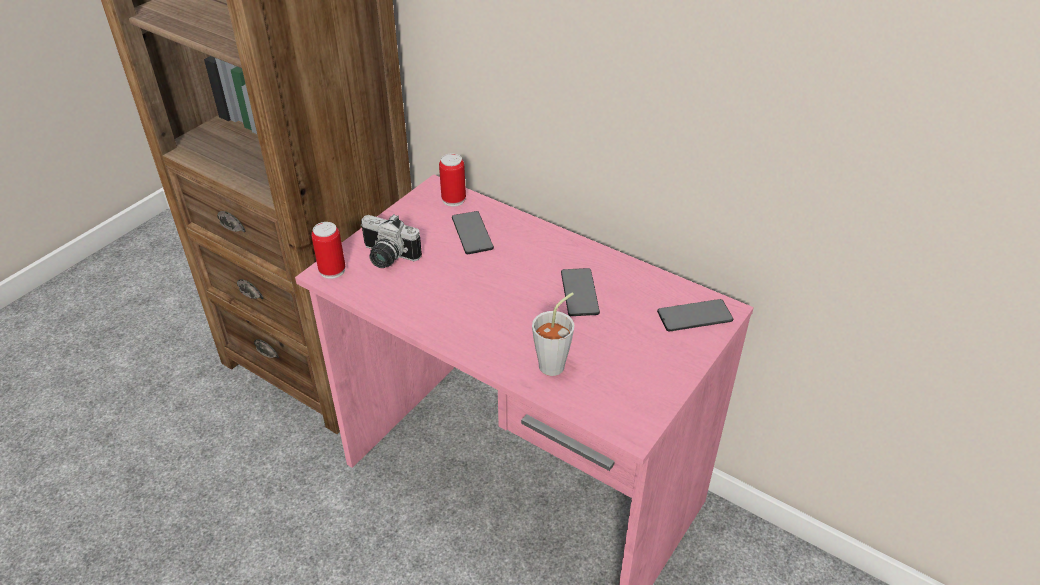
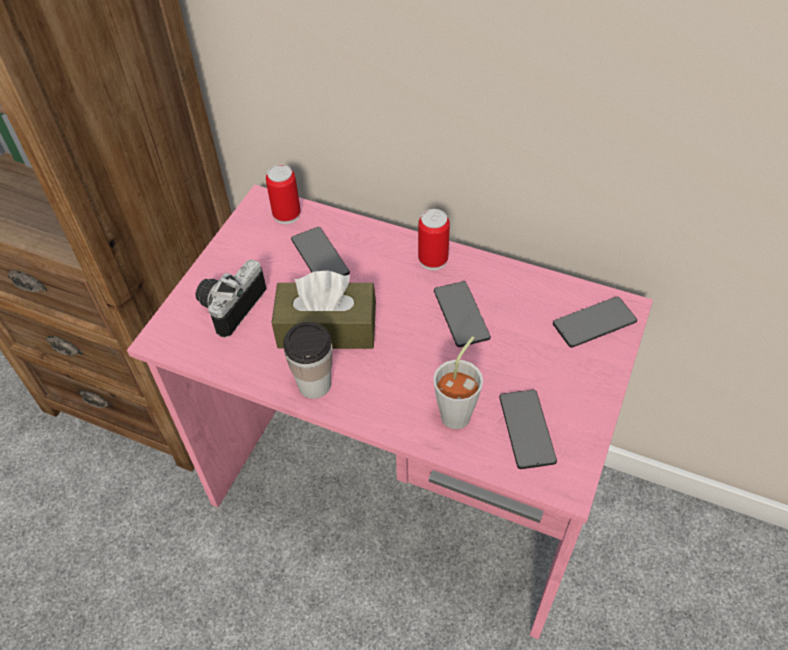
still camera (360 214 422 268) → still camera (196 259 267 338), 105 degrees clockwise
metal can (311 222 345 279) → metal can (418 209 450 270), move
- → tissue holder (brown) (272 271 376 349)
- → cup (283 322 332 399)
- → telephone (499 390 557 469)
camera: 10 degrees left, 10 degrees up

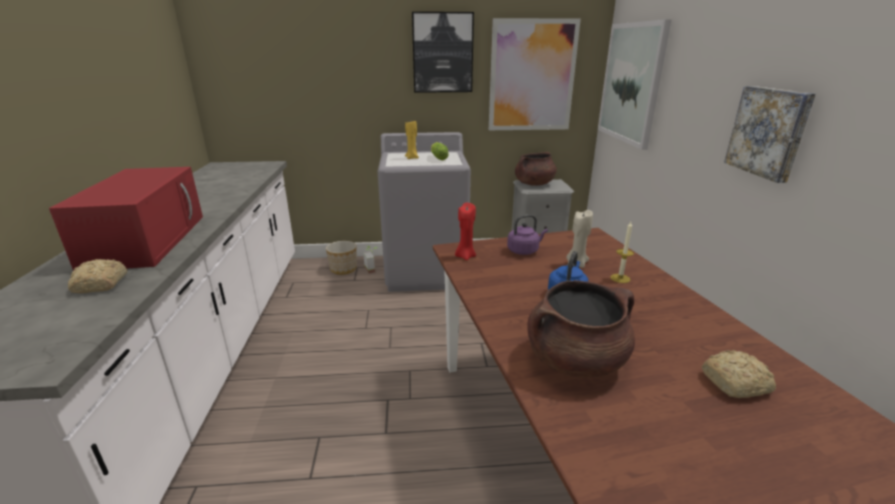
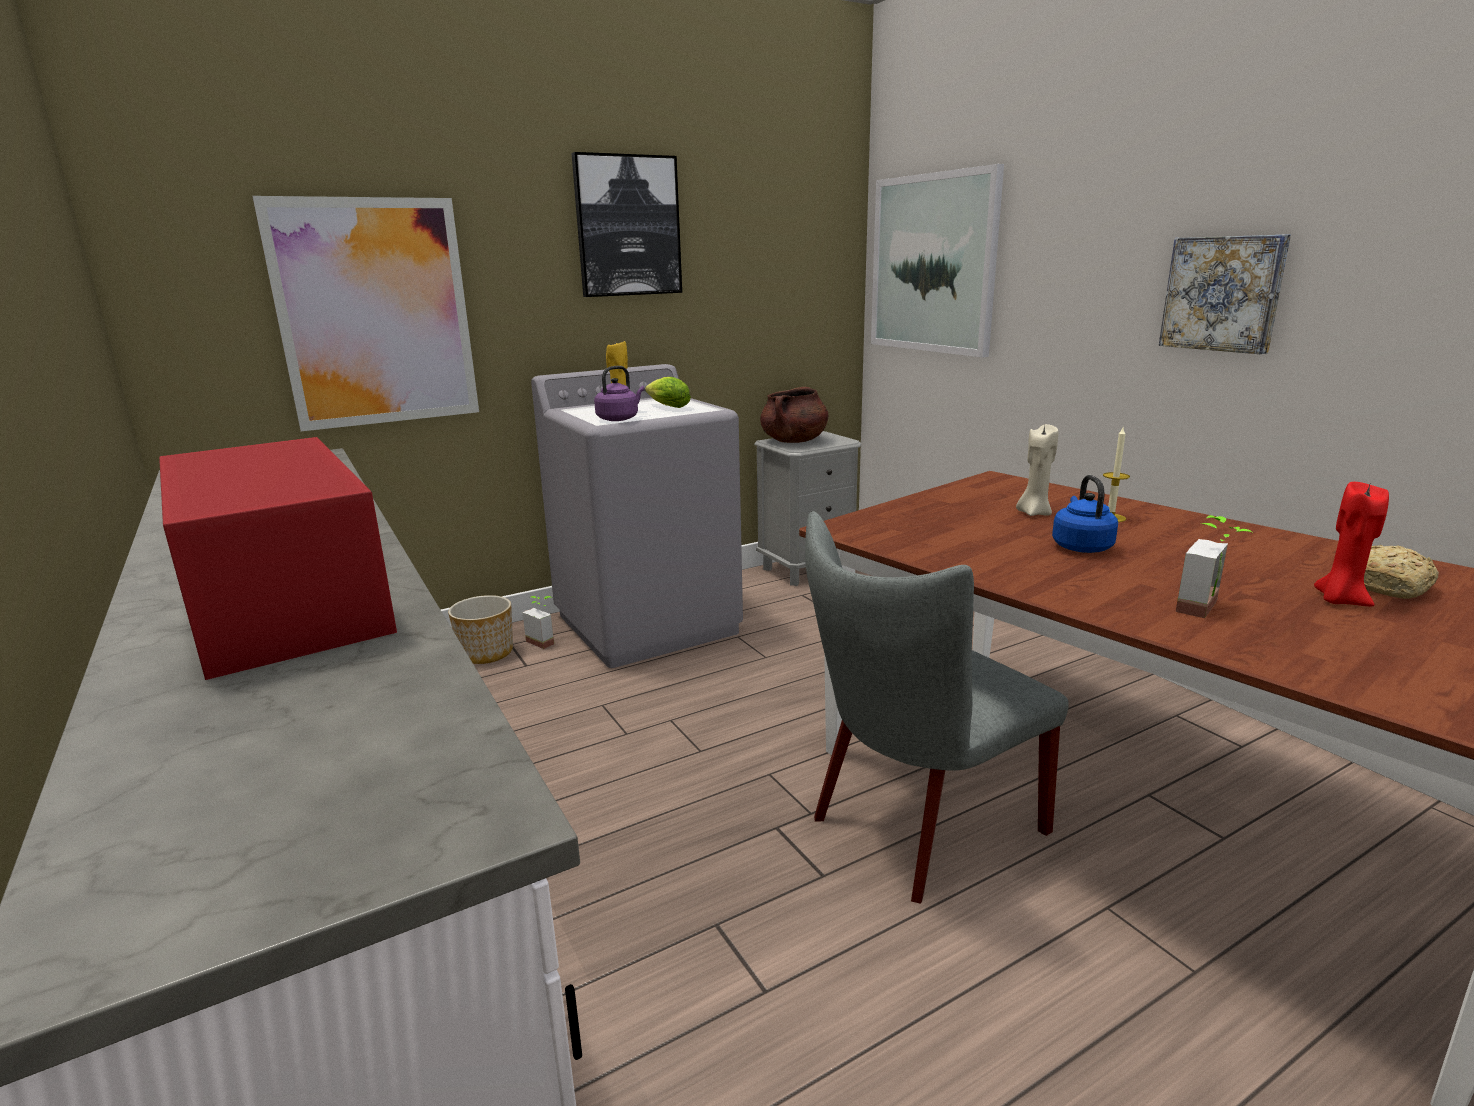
wall picture (489 18 581 130) → wall picture (252 196 479 431), move
wax light (reddish) (455 203 476 260) → wax light (reddish) (1314 482 1389 606), move
water kettle (purple) (507 215 548 255) → water kettle (purple) (594 366 645 421), move
bakery bread (68 259 127 293) → -
stockpot (brown) (527 280 635 378) → potted plant (1176 515 1252 618)
- → chair (greyish) (805 511 1069 904)
camera: 25 degrees left, 5 degrees down

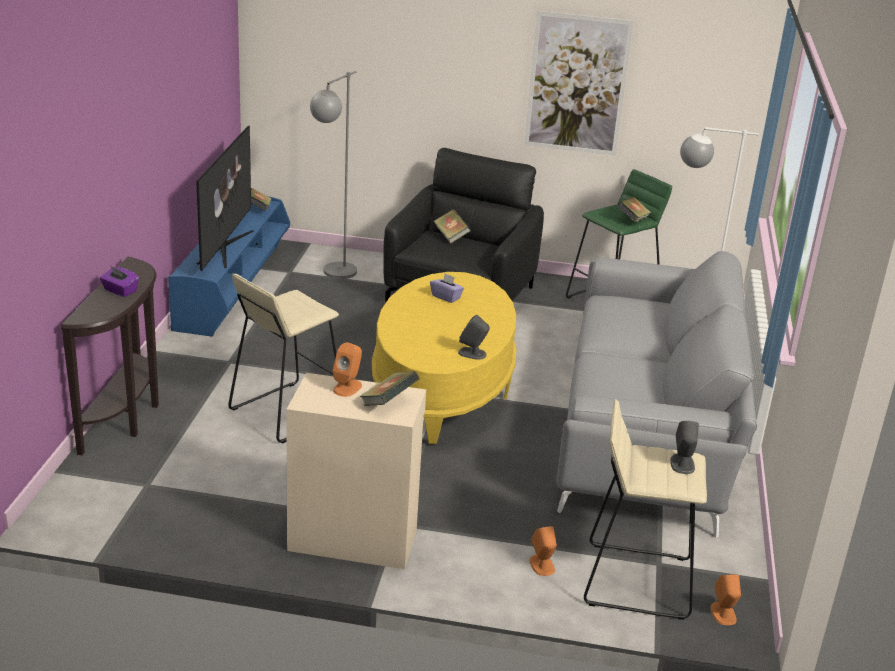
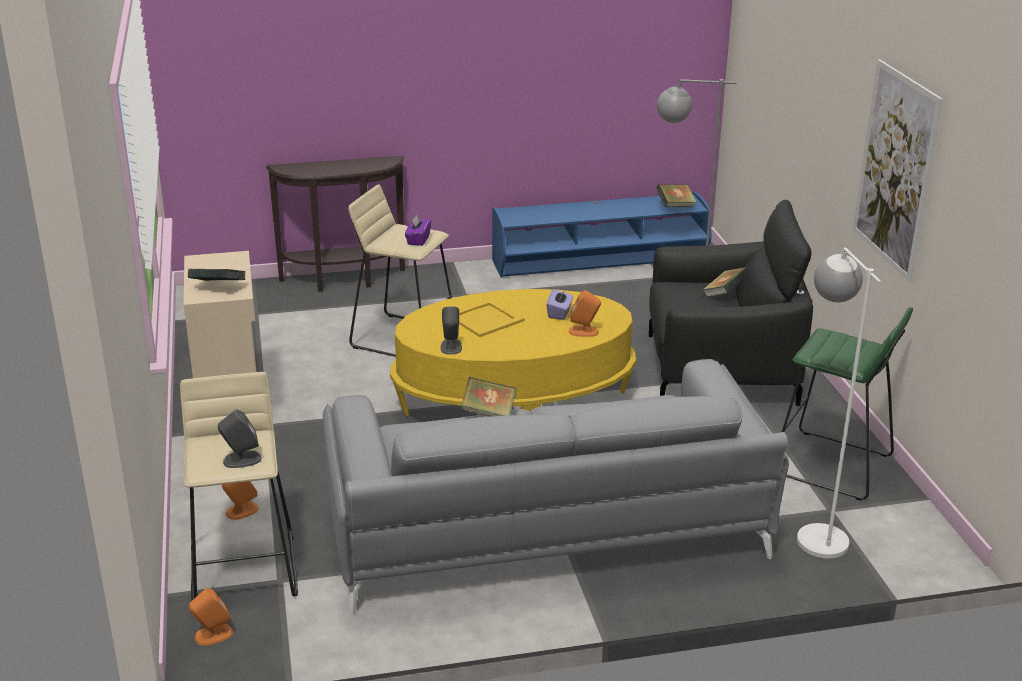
TV (196 126 254 271) → -
volume (617 197 651 222) → volume (461 377 517 417), move
tissue holder (purple) (100 266 139 297) → tissue holder (purple) (405 215 431 246), move
audio speaker (orangey) (333 343 362 397) → audio speaker (orangey) (569 290 601 337), move
- → tray (yellow-coloured) (459 298 524 337)
camera: 70 degrees right, 0 degrees up

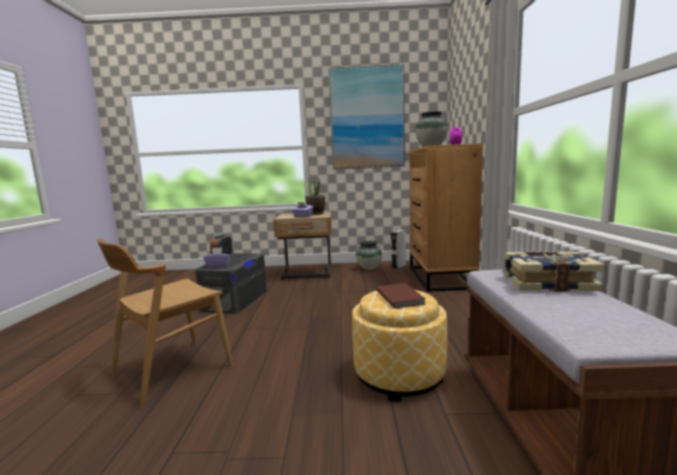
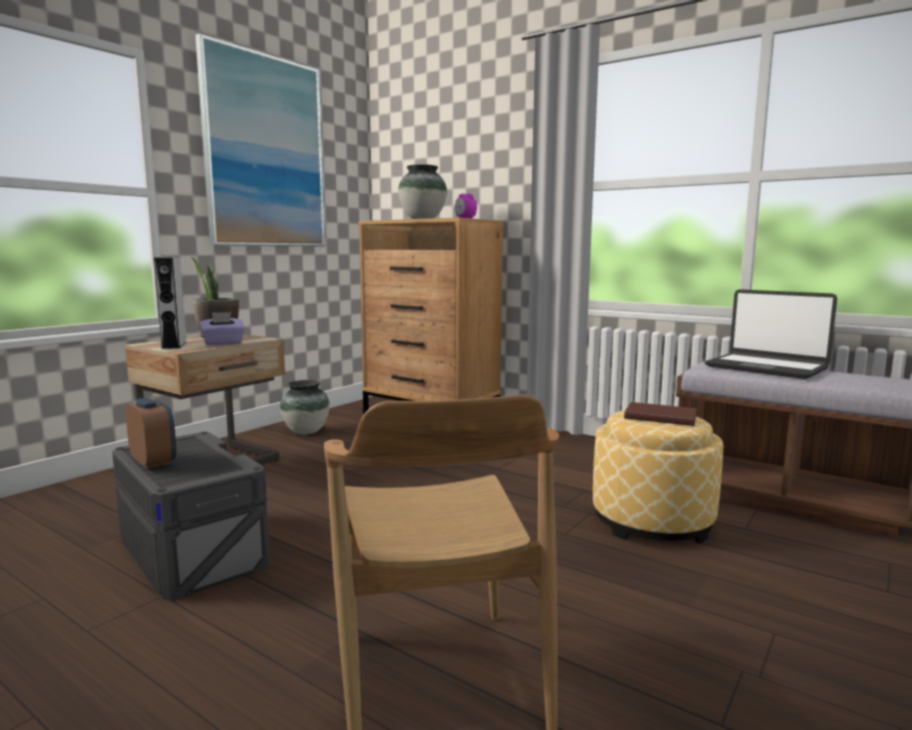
audio speaker (greyish) (391 230 406 269) → audio speaker (greyish) (154 257 186 349), move
tissue holder (purple) (203 247 231 268) → -
volume (503 251 605 292) → notebook computer (705 289 837 379)
camera: 55 degrees left, 0 degrees up

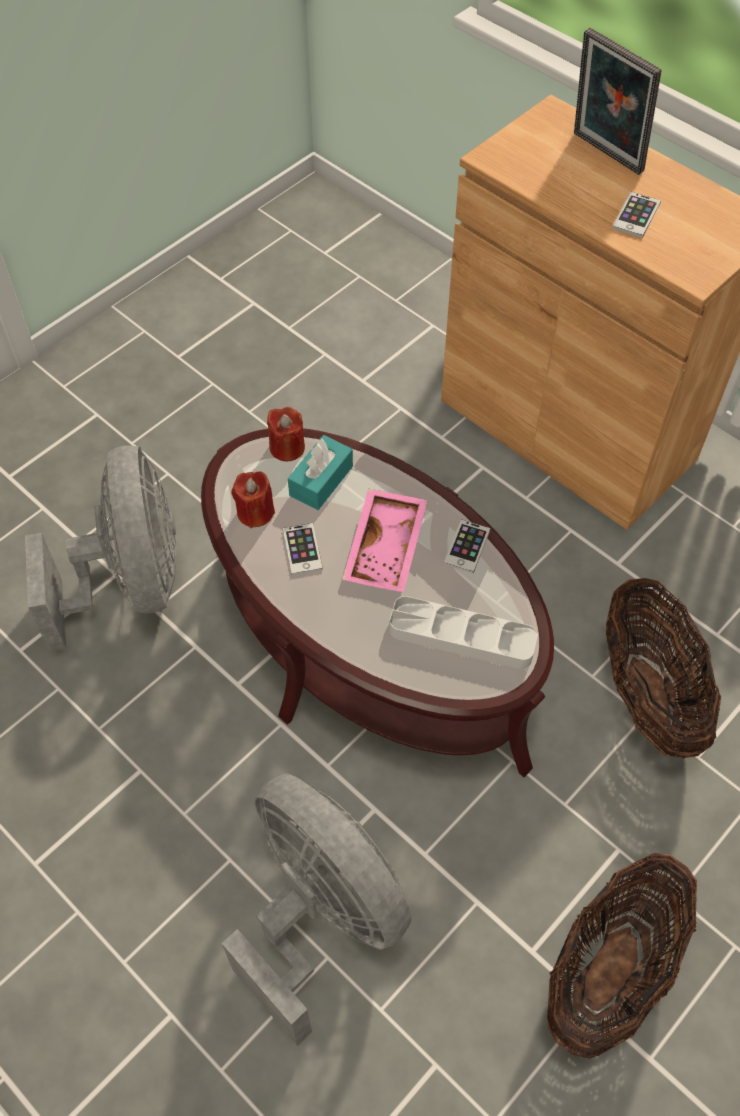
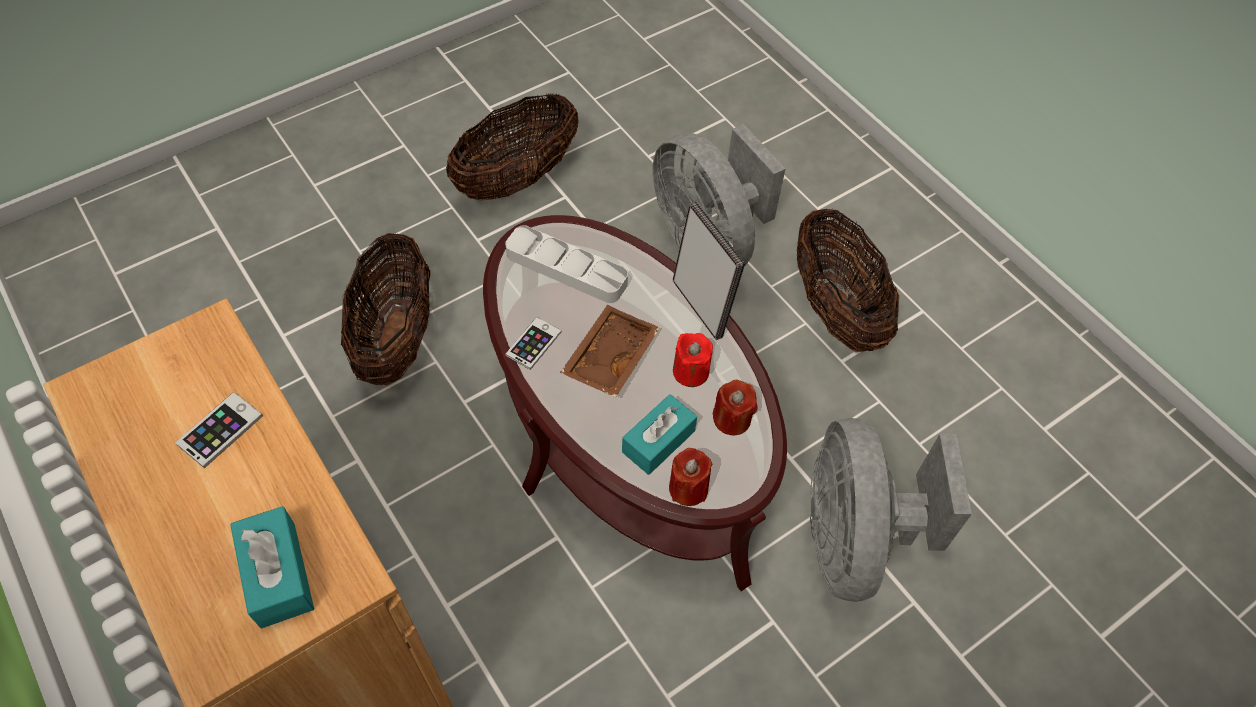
photo frame (574 28 661 175) → photo frame (673 202 745 340), move
tray (pink) (342 488 428 592) → tray (brown) (560 305 660 397)
telephone (283 523 323 575) → wax light (reddish) (673 333 713 387)
- → basket (797 209 899 353)
- → tissue holder (blue-green) (230 506 314 629)
camera: 170 degrees left, 0 degrees up

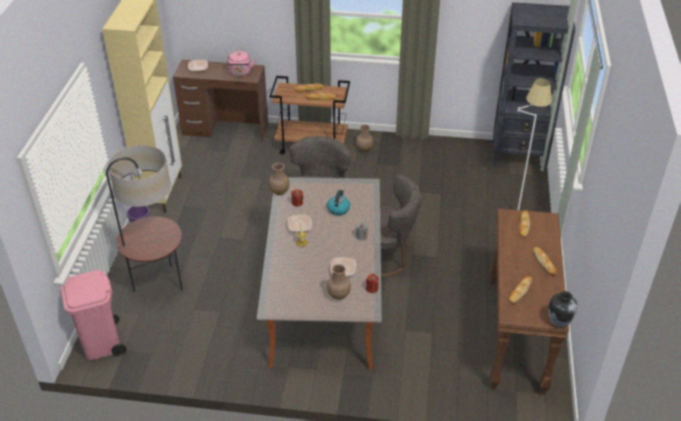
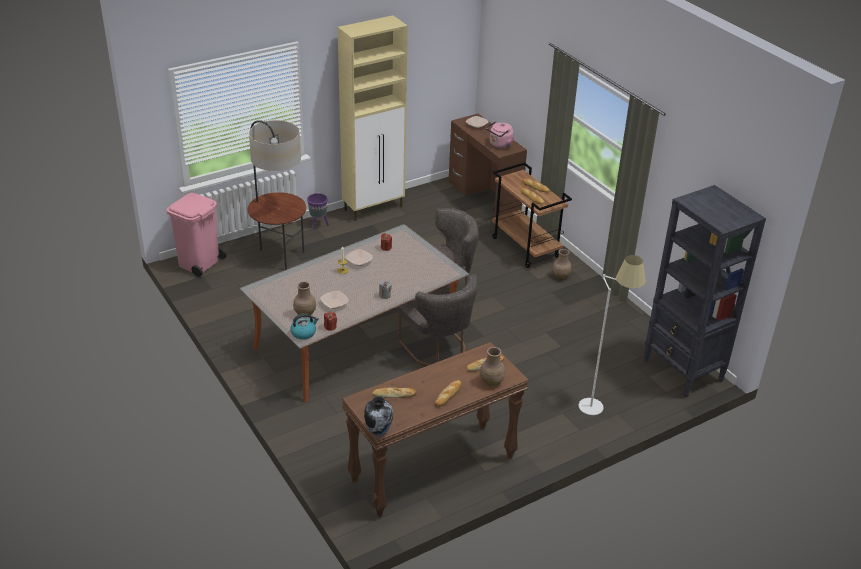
decorative vase (brown) (269 163 290 195) → decorative vase (brown) (480 347 505 386), move
water kettle (327 190 350 215) → water kettle (290 313 319 340), move
camera: 50 degrees right, 5 degrees down

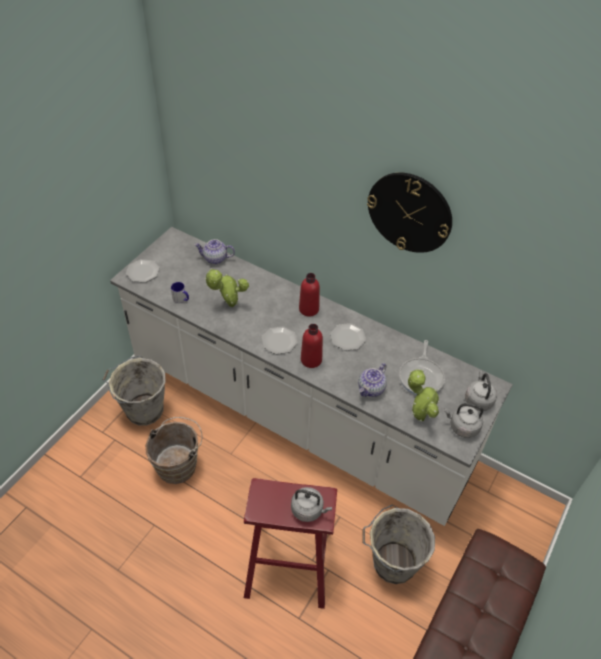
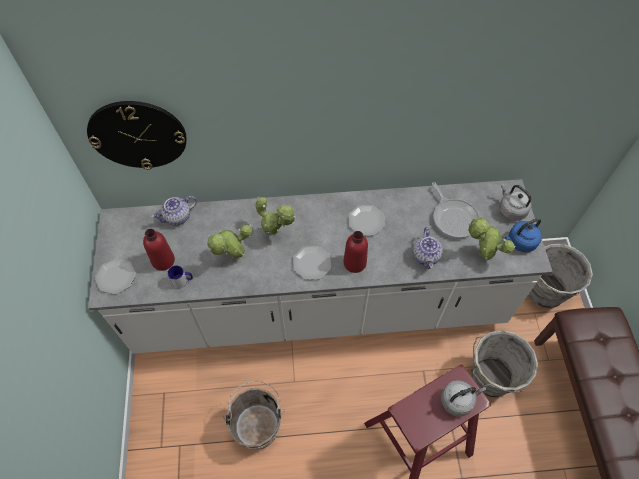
clock on the wall (367 173 452 253) → clock on the wall (87 101 186 170), move
bottle (reddish) (299 273 320 316) → bottle (reddish) (143 229 175 271), move
bucket (greyish) (102 355 166 426) → bucket (greyish) (528 244 593 309), move
water kettle (greyish) (444 403 483 438) → water kettle (bluish) (505 218 542 252)
- → potted plant (255 197 296 236)
camera: 35 degrees left, 10 degrees up

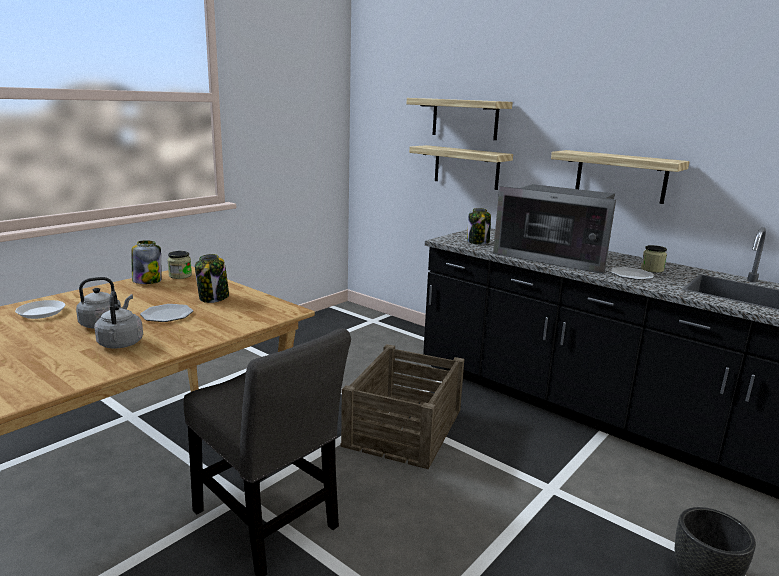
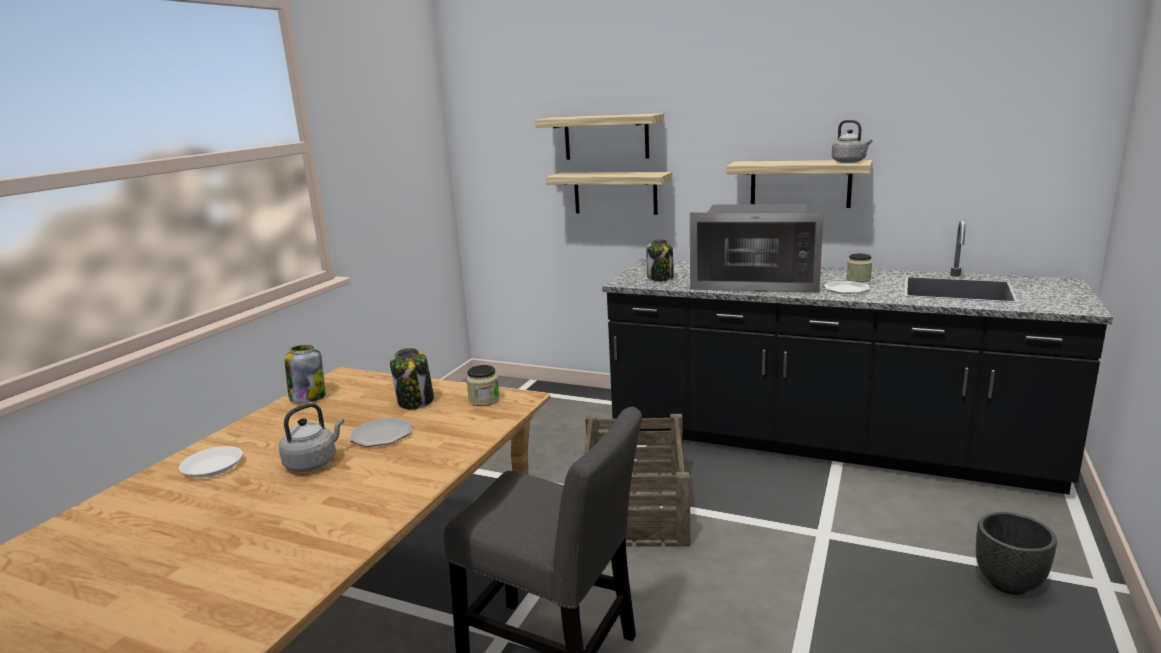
preserve jar (167 251 192 279) → preserve jar (466 365 500 406), move
water kettle (greyish) (94 291 143 349) → water kettle (greyish) (832 120 872 163), move
camera: 15 degrees left, 0 degrees up

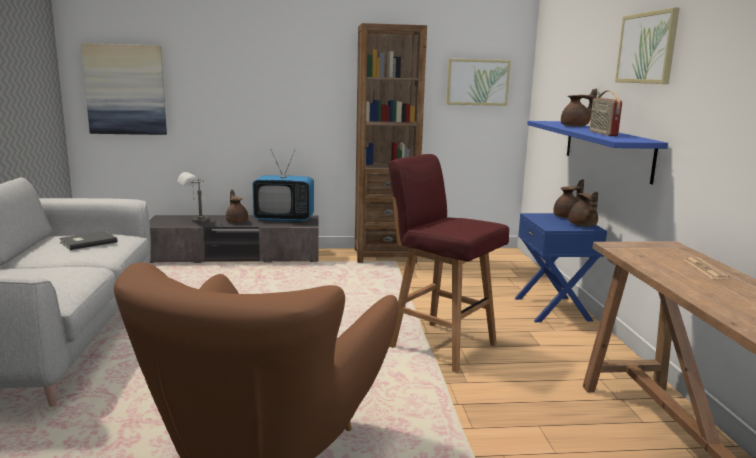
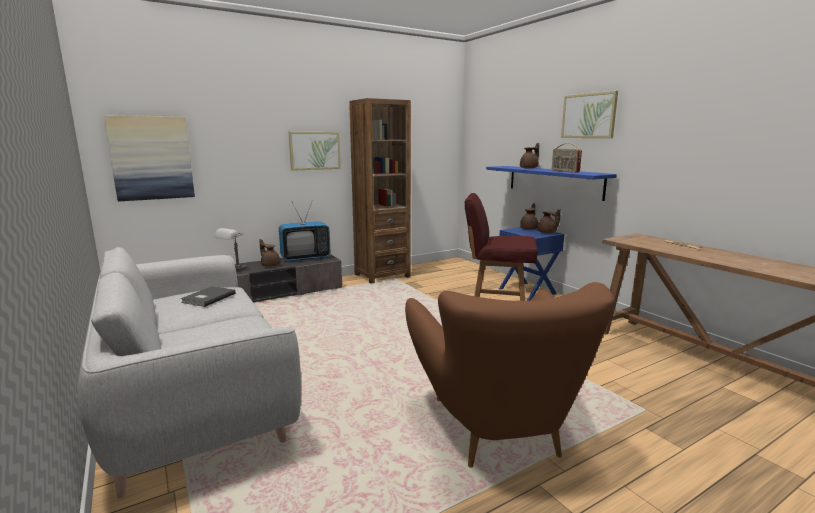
wall picture (446 58 511 106) → wall picture (289 132 341 171), move
camera: 25 degrees left, 0 degrees up

